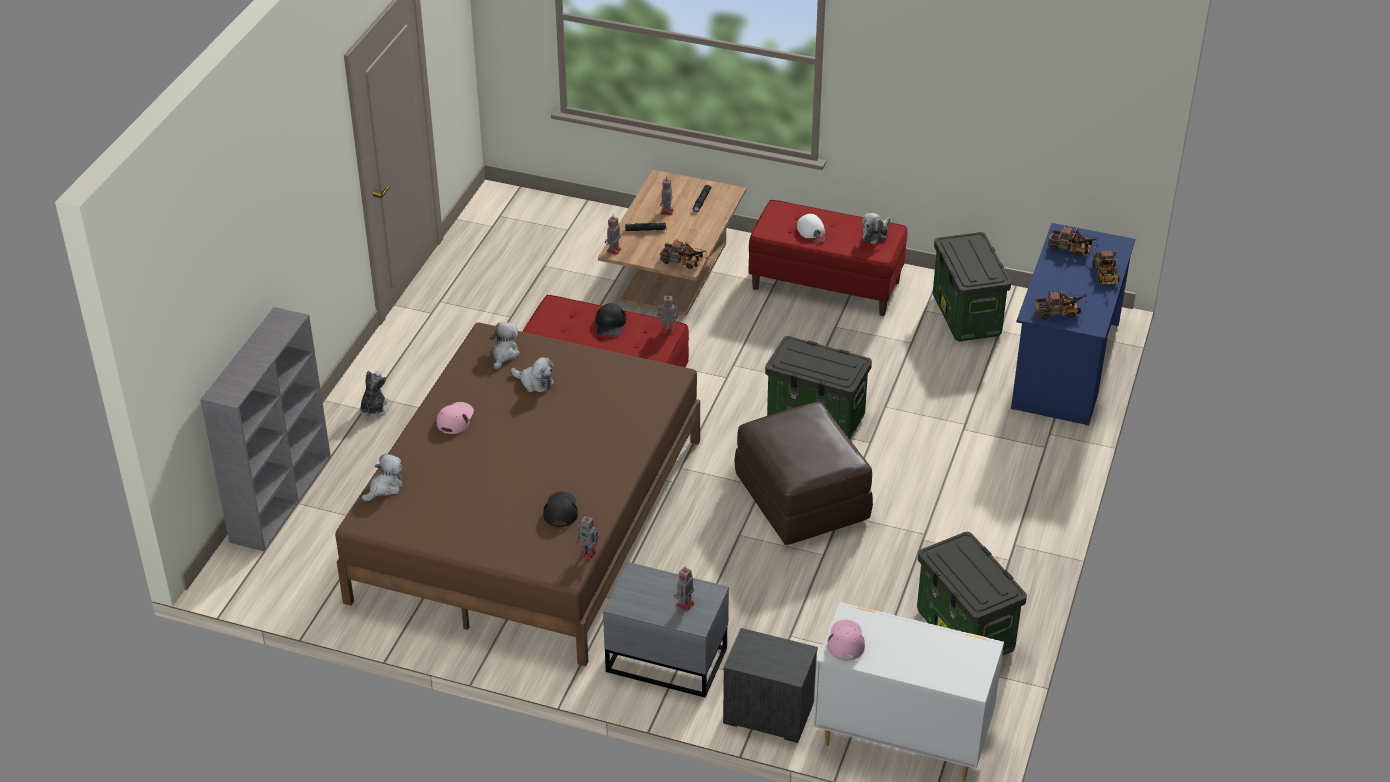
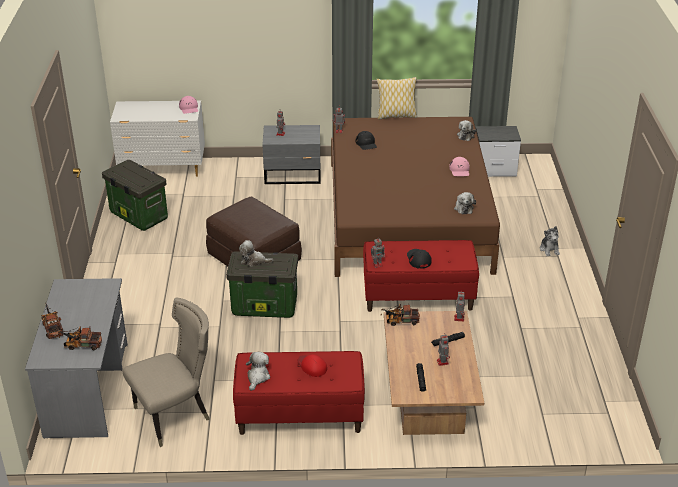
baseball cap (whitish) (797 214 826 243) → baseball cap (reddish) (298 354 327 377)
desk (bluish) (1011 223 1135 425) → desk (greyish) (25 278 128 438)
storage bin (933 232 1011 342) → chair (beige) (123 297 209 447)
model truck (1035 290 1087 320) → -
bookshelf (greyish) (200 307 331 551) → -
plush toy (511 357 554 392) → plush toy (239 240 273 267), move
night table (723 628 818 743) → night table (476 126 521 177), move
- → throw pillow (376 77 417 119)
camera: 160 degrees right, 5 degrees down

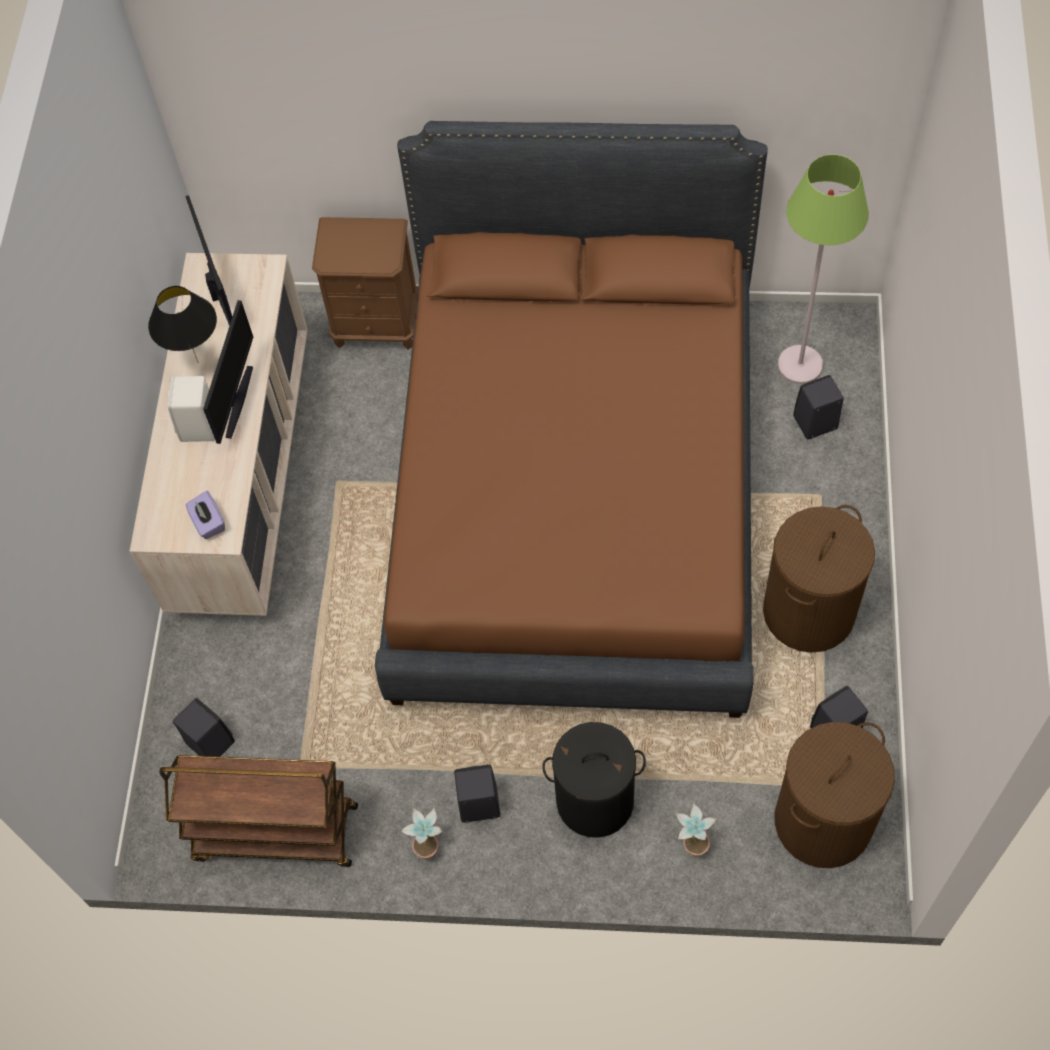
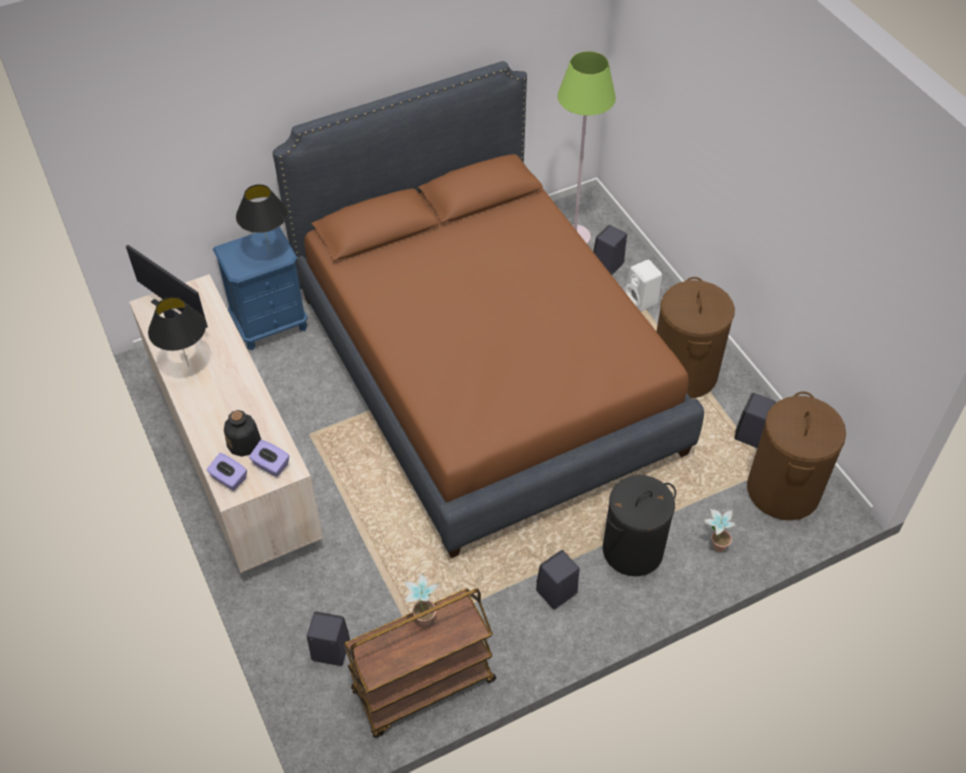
night table (brown) (312 217 419 350) → night table (bluish) (213 226 308 350)
computer screen (203 300 253 444) → -
audio speaker (whitish) (168 376 215 442) → audio speaker (whitish) (625 259 662 312), move
potted plant (401 808 442 859) → potted plant (404 573 439 626), move
- → table lamp (black) (236 184 288 253)
- → bottle (224 410 261 457)
- → tissue holder (purple) (207 453 247 491)
camera: 35 degrees left, 10 degrees down

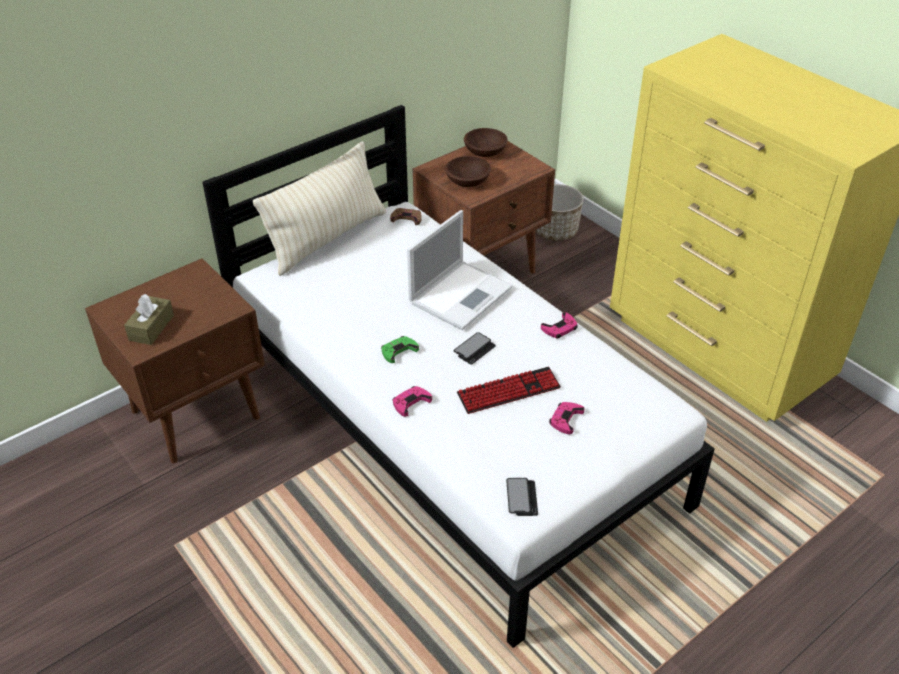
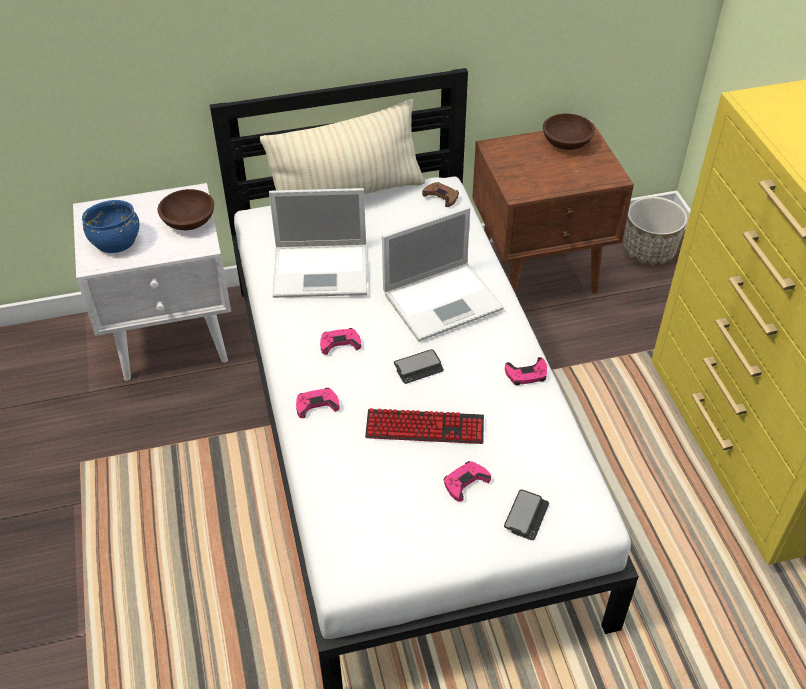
serving bowl (brown) (445 156 491 187) → serving bowl (brown) (158 189 214 230), move
night table (brown) (85 258 265 463) → night table (whitish) (73 183 231 381)
tissue holder (brown) (124 294 174 345) → serving bowl (bluish) (82 200 139 253)
joypad (greenish) (381 336 419 363) → joypad (pink) (320 328 361 355)
telephone (506 478 538 516) → telephone (504 490 549 540), move
- → notebook computer (269 188 367 298)
camera: 25 degrees right, 5 degrees up

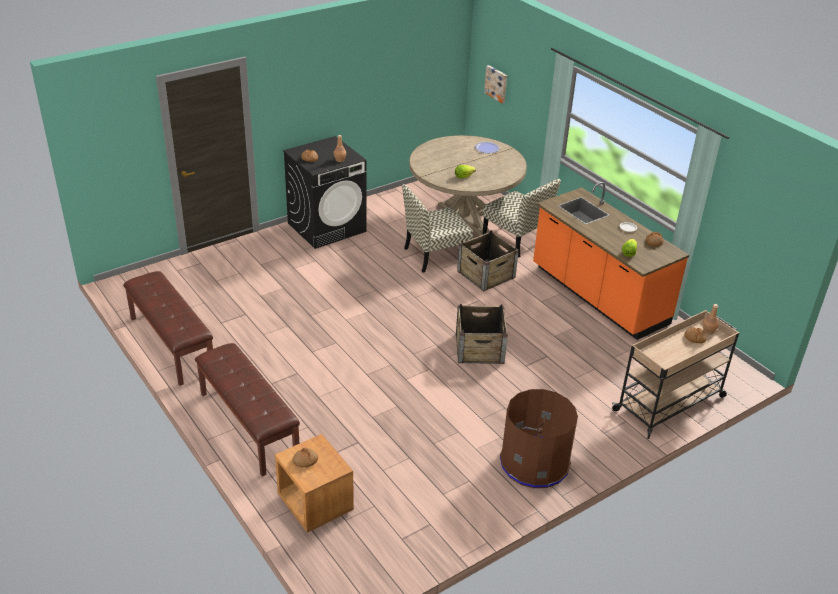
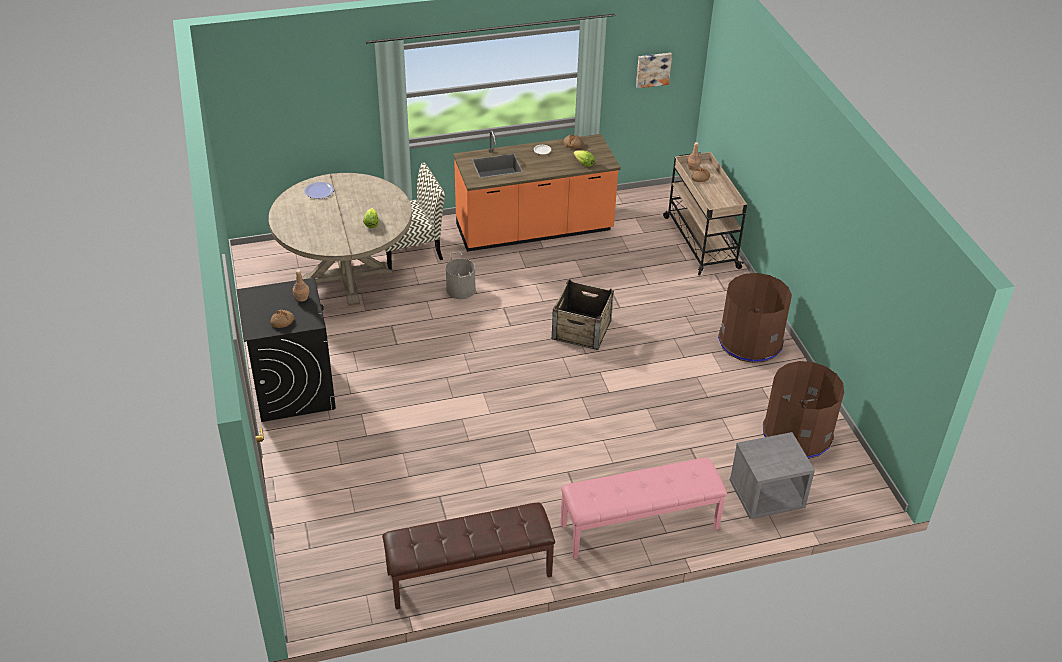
wall picture (484 65 507 103) → wall picture (636 53 672 89), move
chair (402 184 473 273) → -
packing crate (457 230 519 291) → bucket (greyish) (446 252 475 299)
indoor bench (brown) (195 343 300 476) → indoor bench (pink) (561 458 727 559)
night table (brown) (275 434 354 533) → night table (greyish) (730 432 815 519)
bakery bread (293 448 318 468) → -
- → trash can (brown) (763 361 844 459)
camera: 70 degrees left, 5 degrees up

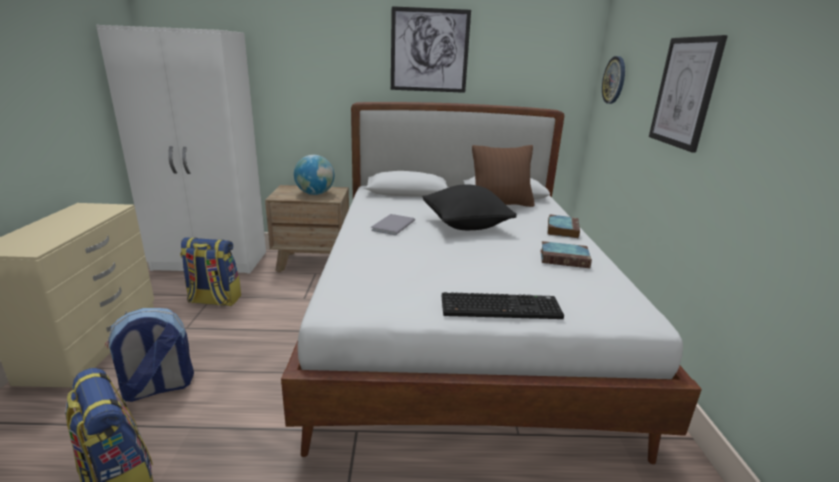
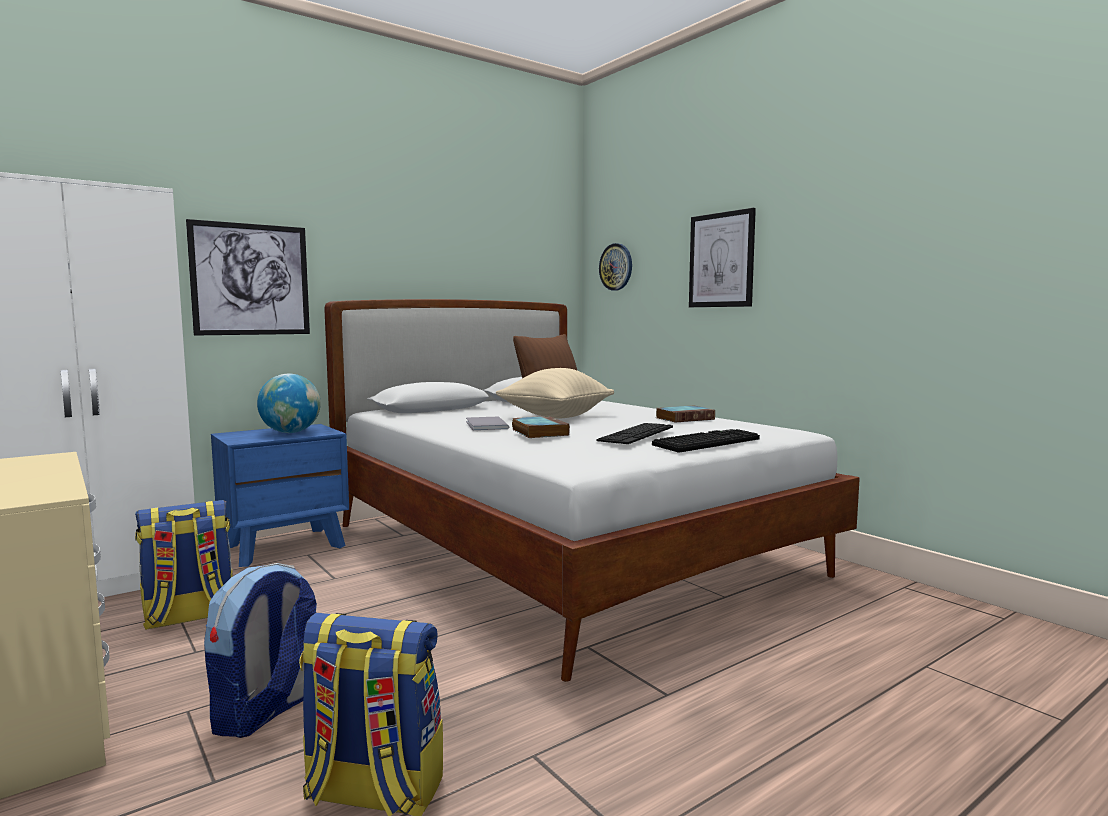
wall picture (391 6 471 93) → wall picture (186 219 310 335), move
throw pillow (black) (423 184 517 230) → throw pillow (beige) (496 368 614 418)
night table (brown) (265 185 349 273) → night table (bluish) (211 424 349 567)
volume (548 214 580 238) → volume (512 416 570 438), move
- → keyboard (597 423 673 444)
camera: 35 degrees left, 15 degrees down

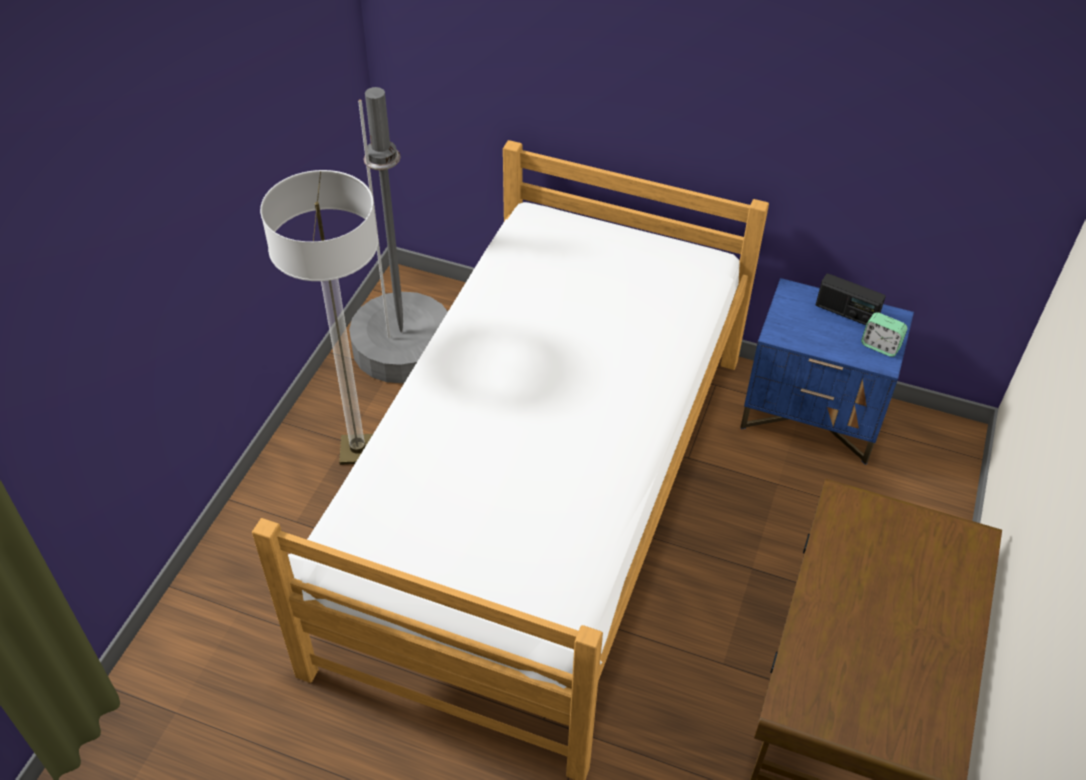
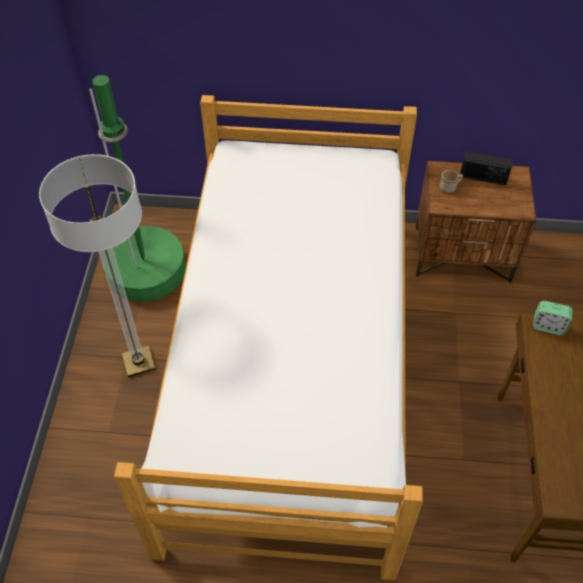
floor lamp (greyish) (349 87 448 383) → floor lamp (greenish) (89 75 186 302)
night table (bluish) (740 278 914 465) → night table (brown) (416 161 536 283)
alarm clock (861 312 908 357) → alarm clock (533 301 573 335), move
- → tea mug (beige) (440 170 463 193)
camera: 15 degrees left, 5 degrees up

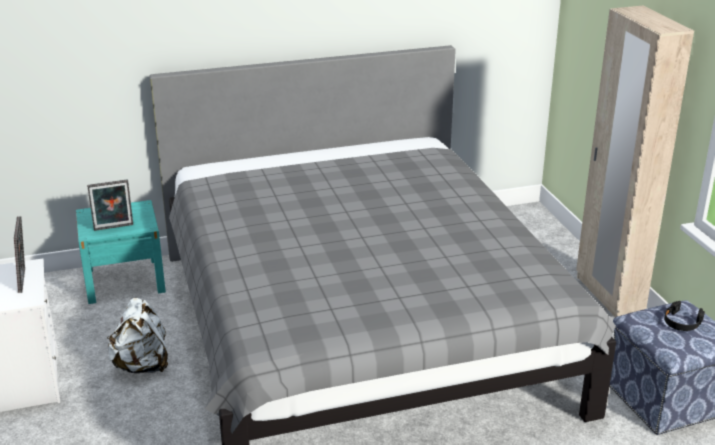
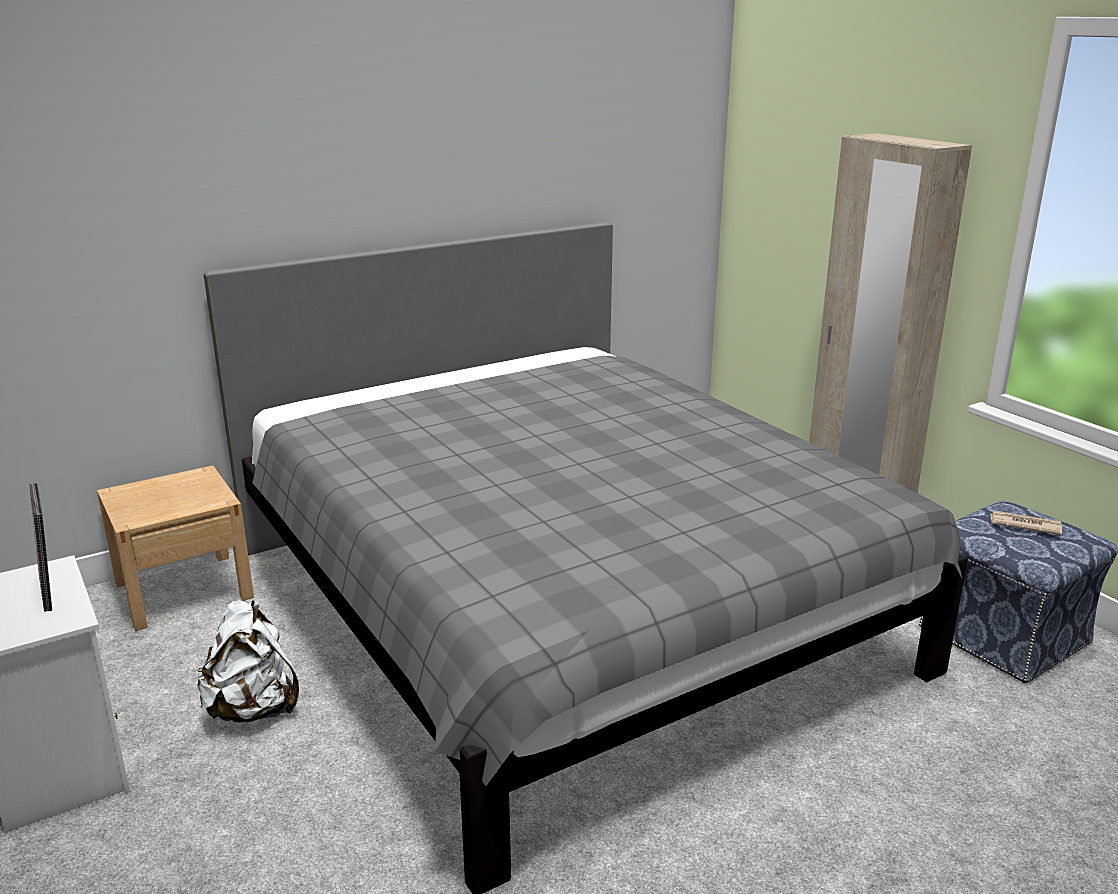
photo frame (87 179 133 231) → -
night table (blue-green) (76 200 166 304) → night table (beige) (97 465 254 631)
headset (black) (664 301 705 331) → printed paper (990 510 1062 535)
camera: 15 degrees left, 5 degrees down

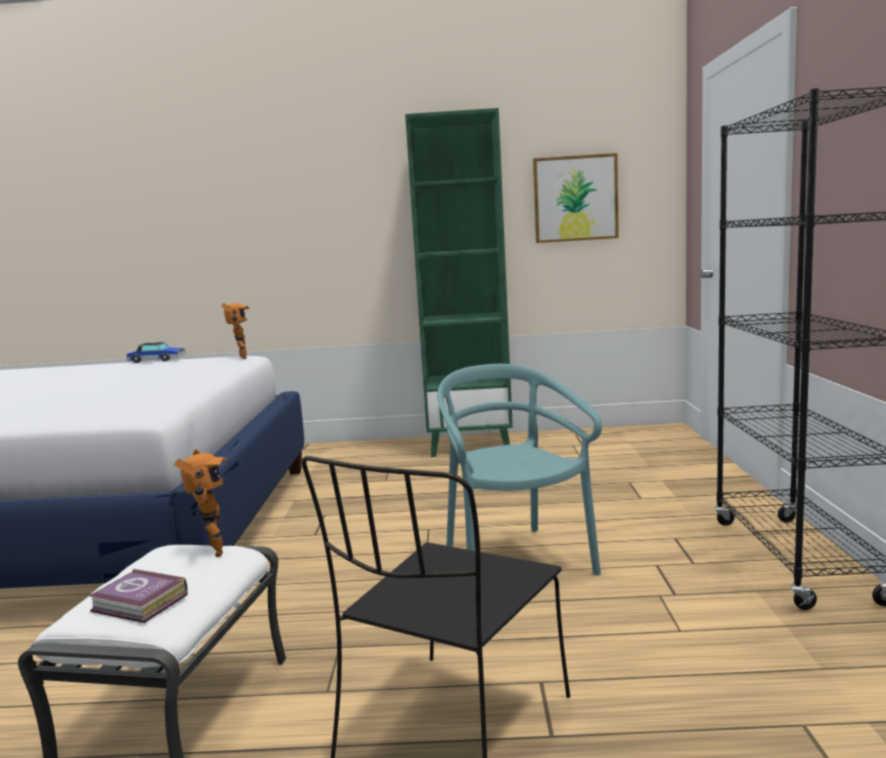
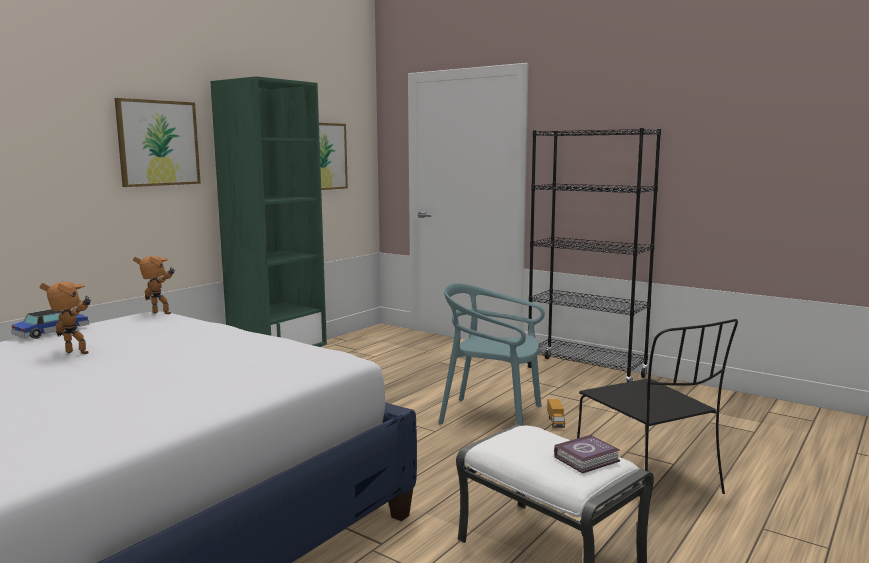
model robot (174 449 228 557) → model robot (39 282 92 354), move
- → wall picture (115 98 201 187)
- → model truck (547 399 565 428)
camera: 55 degrees left, 0 degrees up

